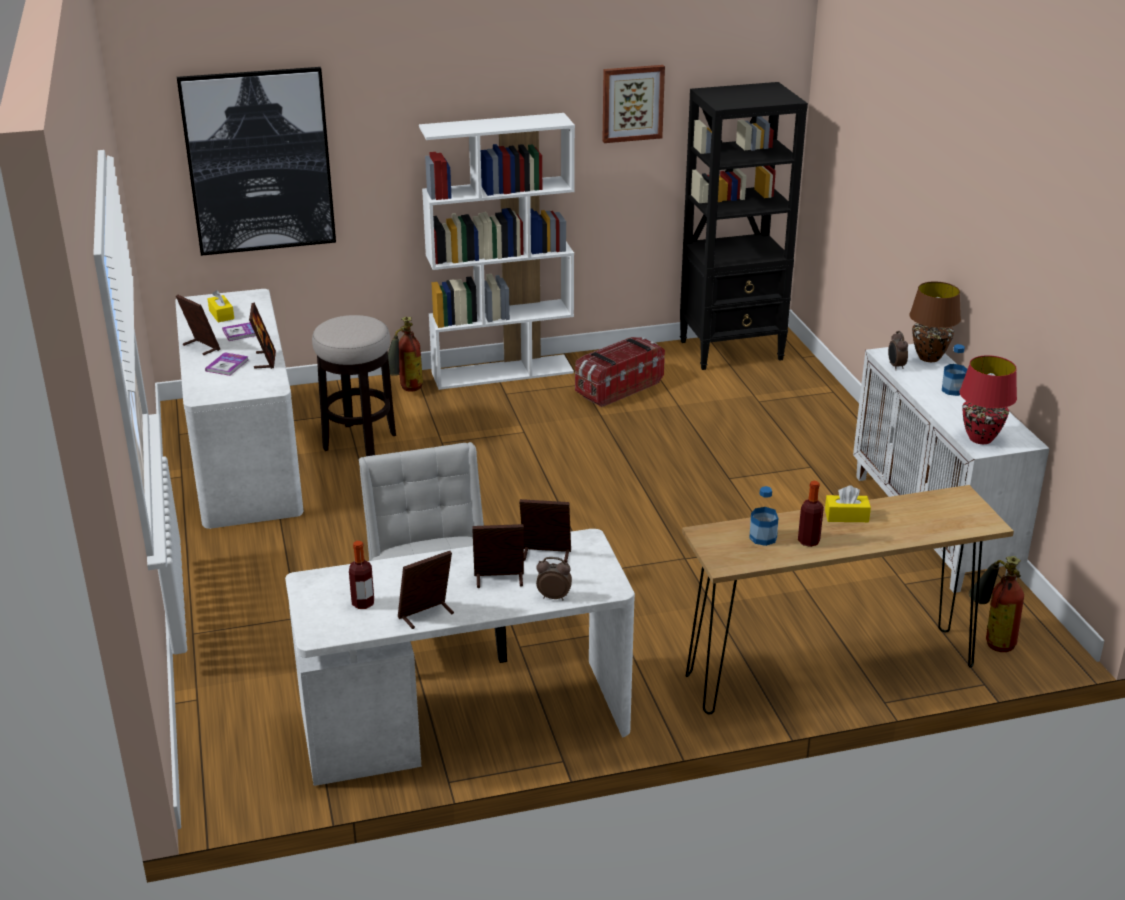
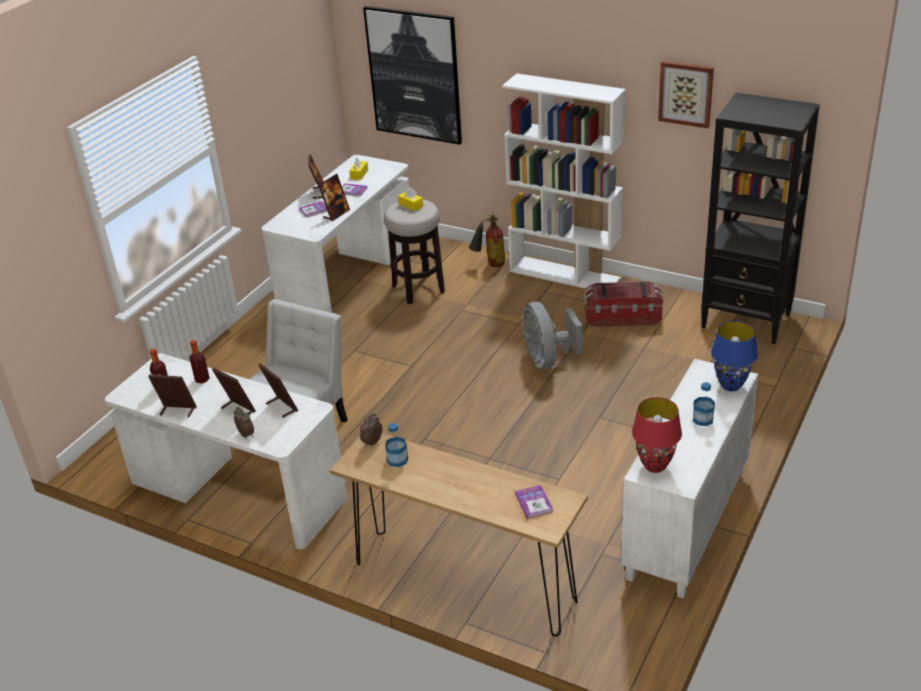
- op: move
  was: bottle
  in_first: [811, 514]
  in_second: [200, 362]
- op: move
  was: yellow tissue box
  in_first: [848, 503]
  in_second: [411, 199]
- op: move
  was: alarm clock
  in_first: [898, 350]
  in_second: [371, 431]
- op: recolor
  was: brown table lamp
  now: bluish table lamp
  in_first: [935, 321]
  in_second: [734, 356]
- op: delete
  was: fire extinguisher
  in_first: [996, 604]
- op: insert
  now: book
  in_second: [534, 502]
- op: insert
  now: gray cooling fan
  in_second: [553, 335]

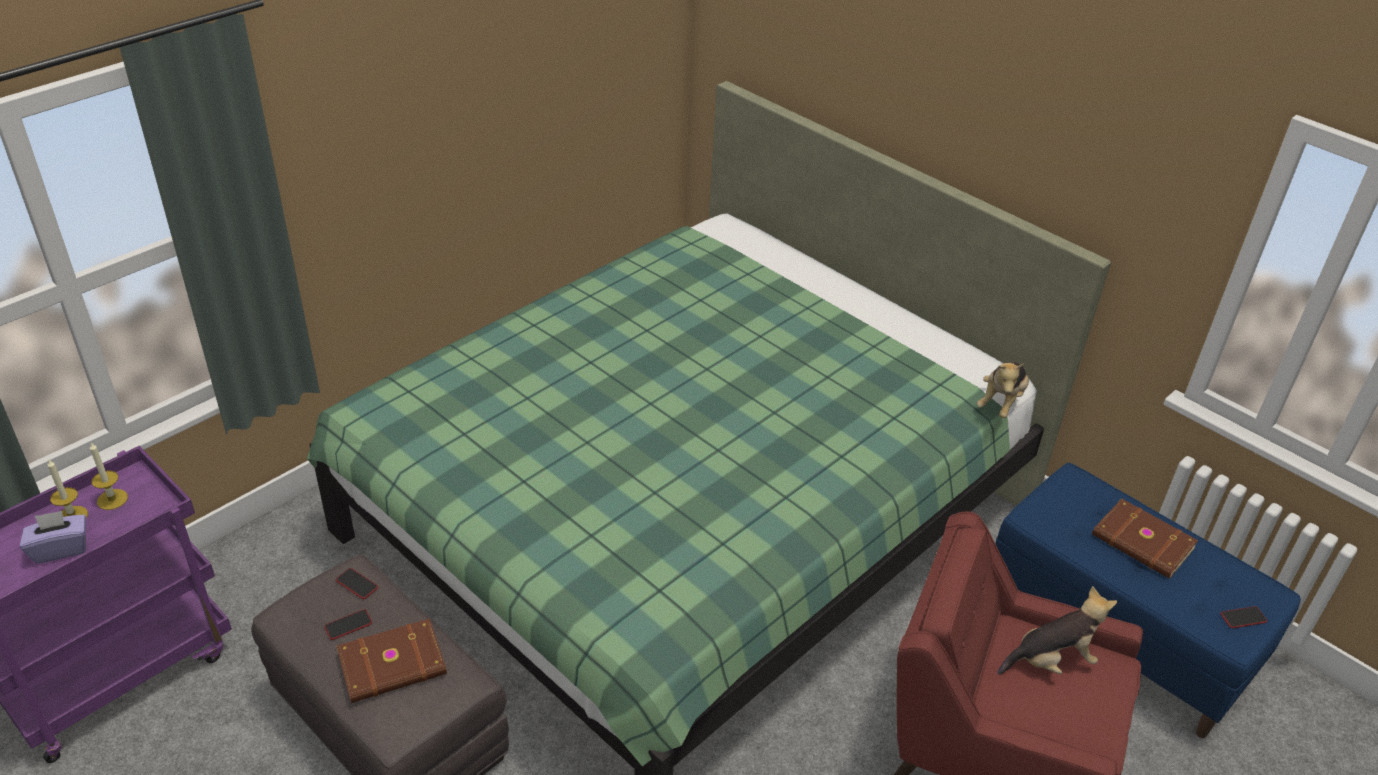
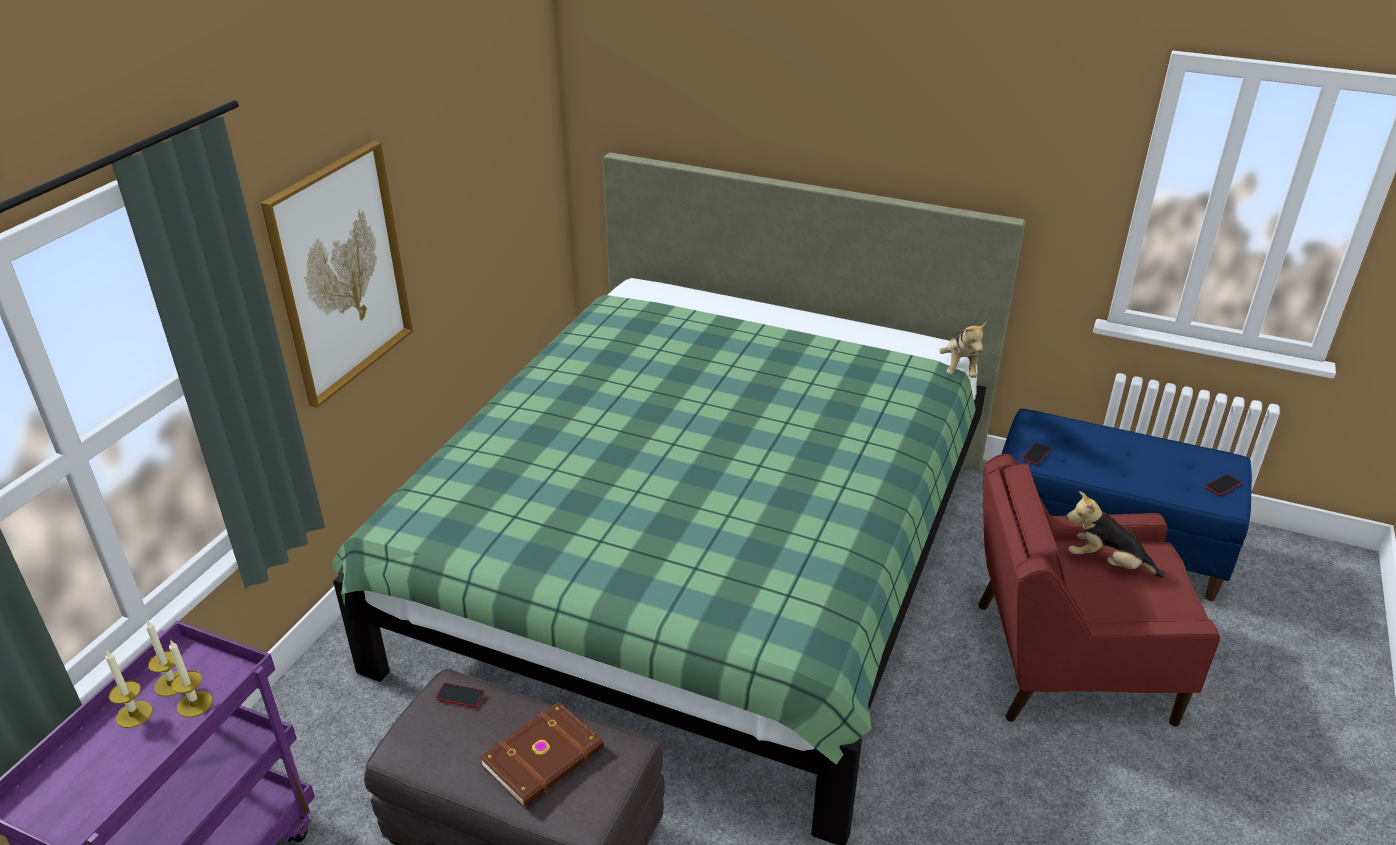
- op: delete
  was: purplish tissue box
  in_first: [53, 537]
- op: move
  was: handset
  in_first: [348, 624]
  in_second: [1036, 454]
- op: rotate
  was: cuddly toy
  in_first: [1057, 630]
  in_second: [1115, 534]
  clockwise: -120
- op: delete
  was: brown book
  in_first: [1145, 539]
- op: insert
  now: wax light
  in_second: [191, 679]
- op: insert
  now: wall picture
  in_second: [337, 274]

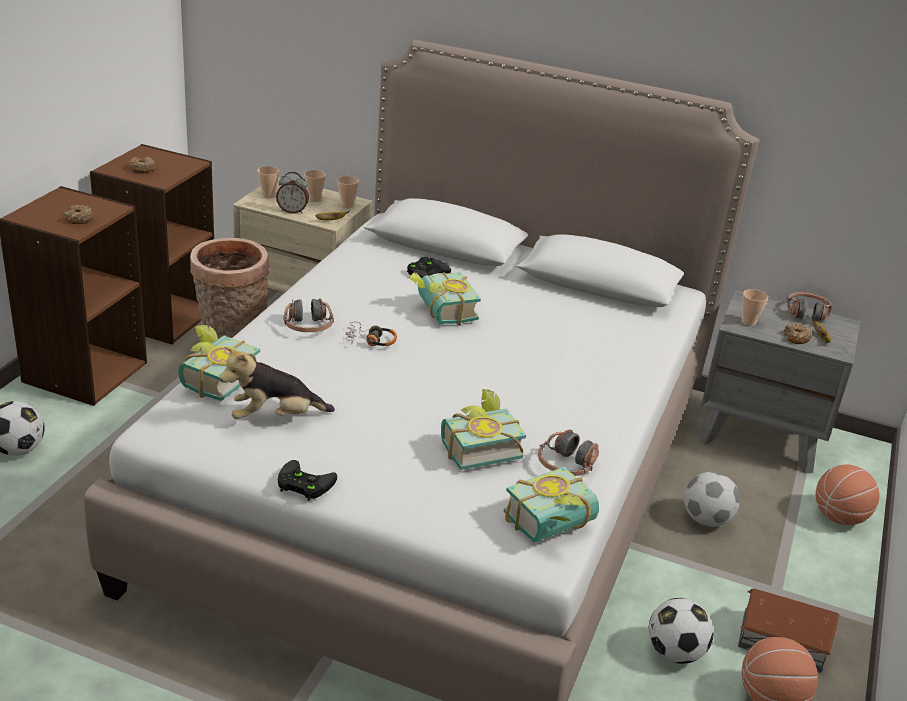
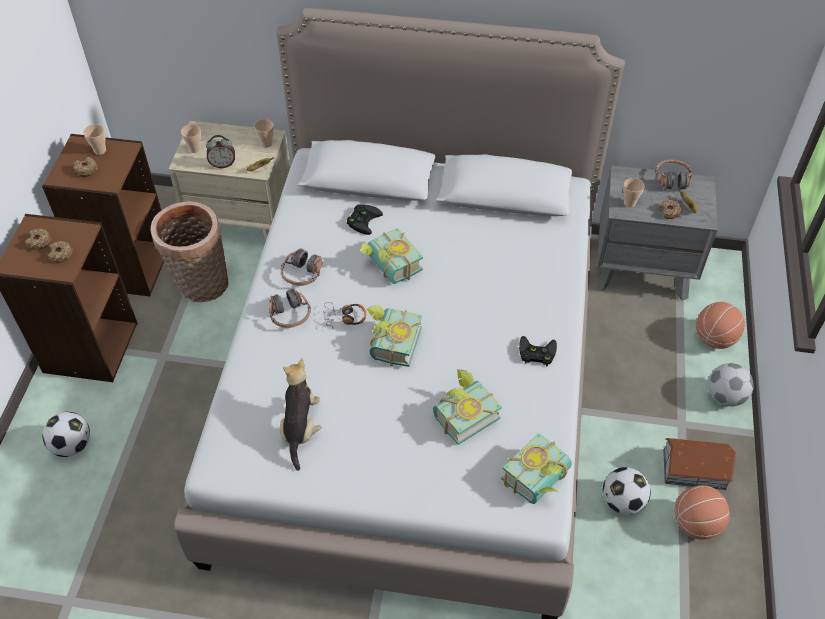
- op: move
  was: book
  in_first: [219, 363]
  in_second: [394, 336]
- op: rotate
  was: cuddly toy
  in_first: [277, 383]
  in_second: [300, 414]
  clockwise: 120
- op: move
  was: black-coloured joypad
  in_first: [307, 480]
  in_second: [538, 351]
- op: move
  was: cup
  in_first: [315, 186]
  in_second: [94, 139]
- op: move
  was: headphones
  in_first: [568, 453]
  in_second: [301, 267]
- op: move
  was: football
  in_first: [712, 499]
  in_second: [731, 384]
- op: insert
  now: ring doughnut
  in_second: [38, 239]

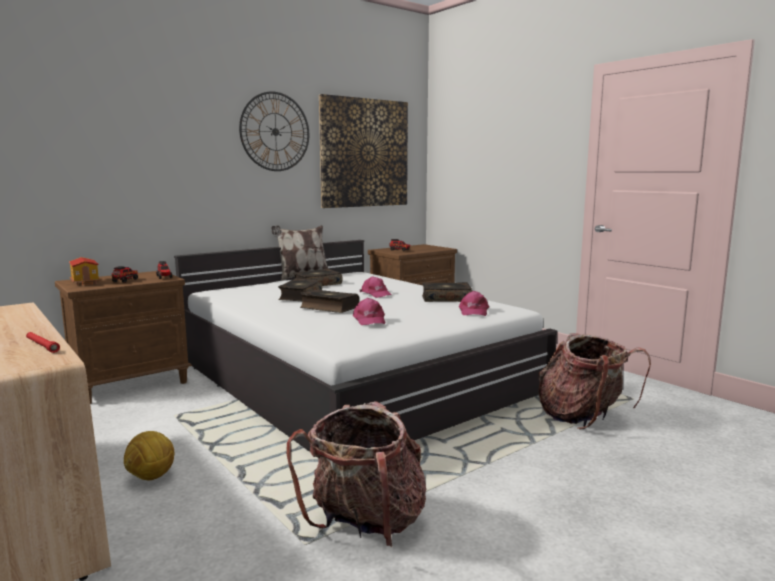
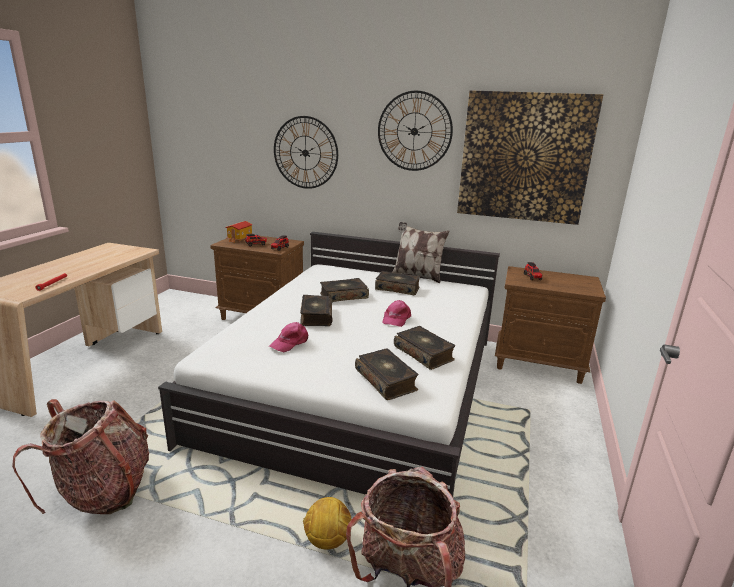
- op: move
  was: football
  in_first: [149, 455]
  in_second: [327, 523]
- op: replace
  was: pink-coloured baseball cap
  now: book
  in_first: [474, 303]
  in_second: [386, 374]
- op: insert
  now: wall clock
  in_second: [306, 152]

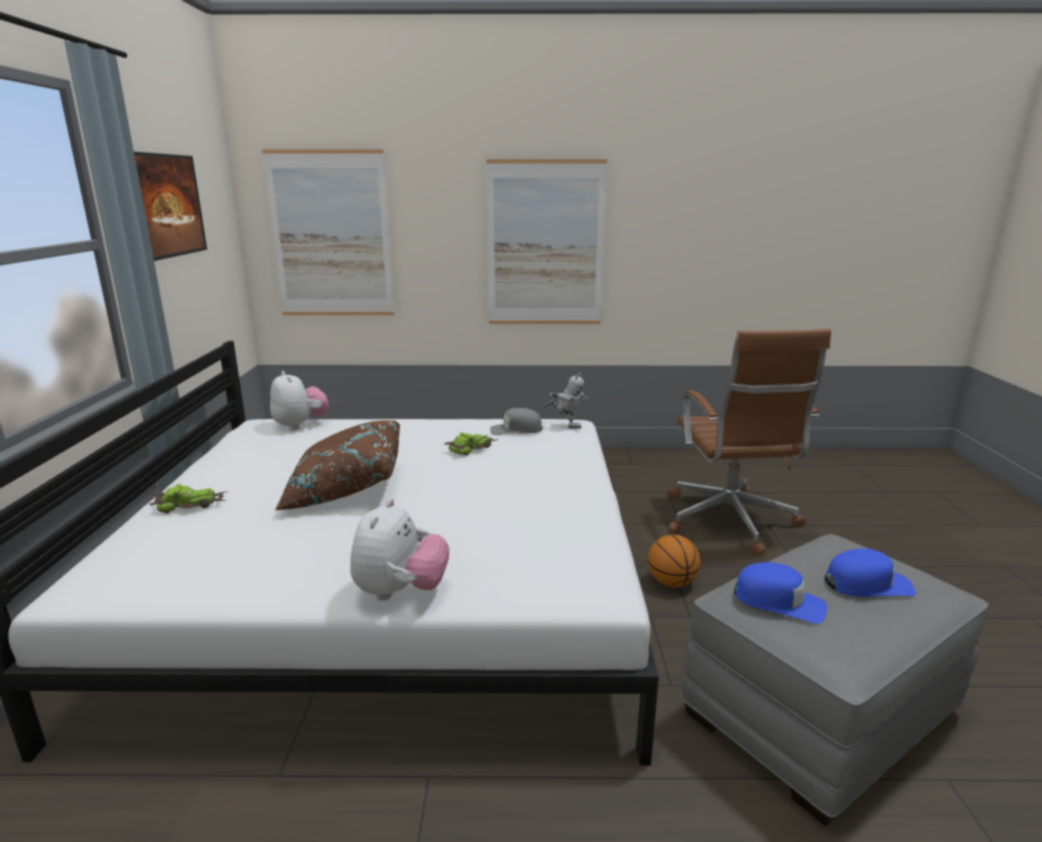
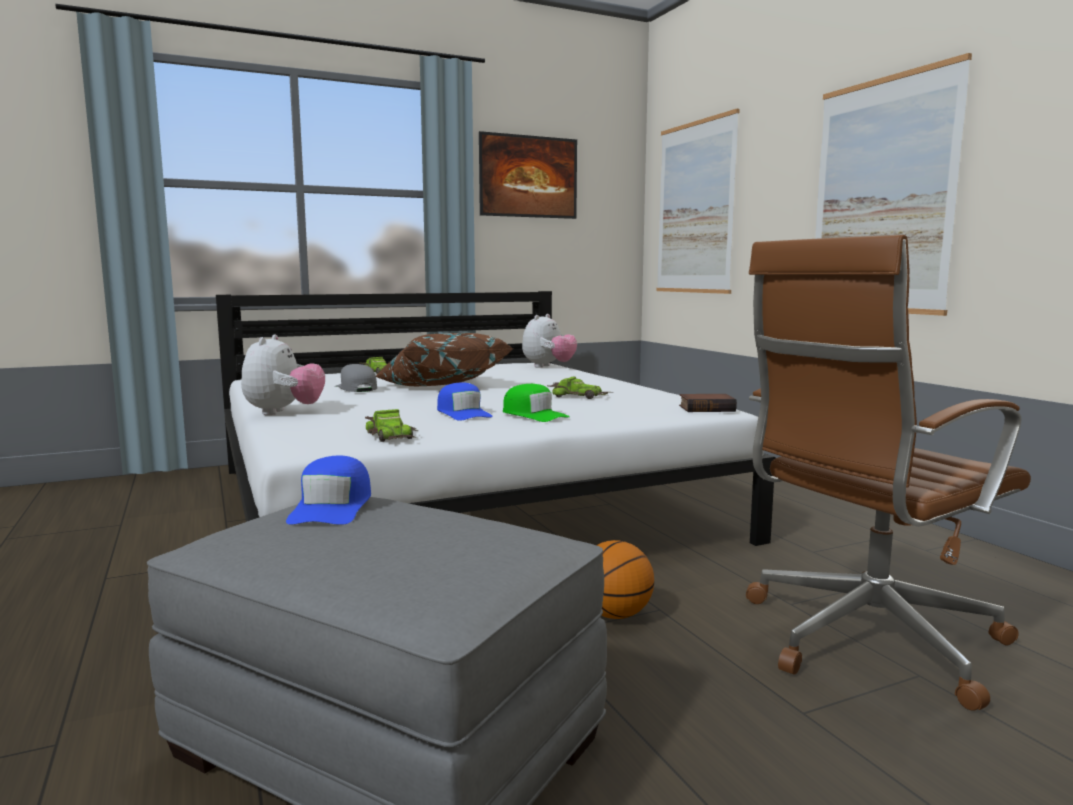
- op: rotate
  was: cuddly toy
  in_first: [399, 550]
  in_second: [283, 375]
  clockwise: -75
- op: move
  was: gray baseball cap
  in_first: [516, 421]
  in_second: [356, 378]
- op: replace
  was: robot figure
  now: book
  in_first: [565, 401]
  in_second: [708, 403]
- op: move
  was: bluish baseball cap
  in_first: [870, 573]
  in_second: [465, 401]
- op: insert
  now: miniature car
  in_second: [391, 425]
- op: insert
  now: greenish baseball cap
  in_second: [536, 403]

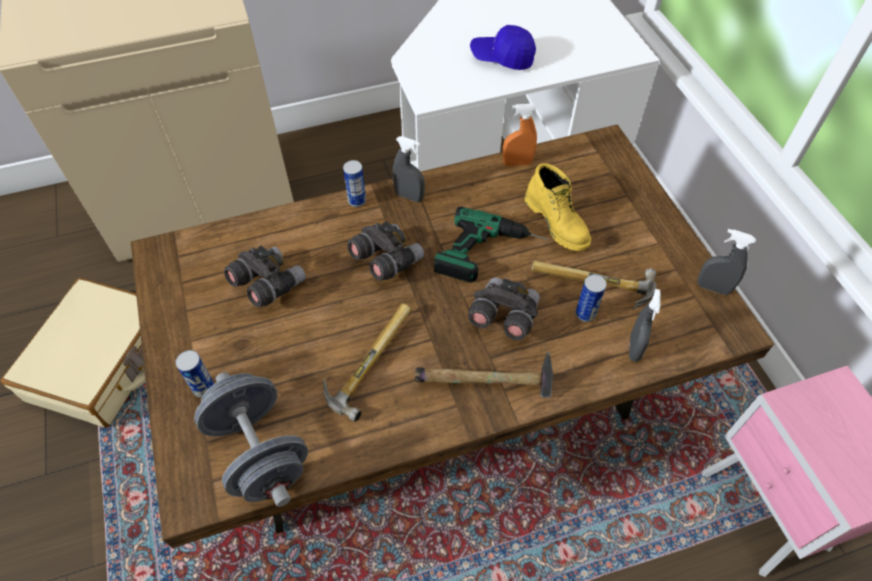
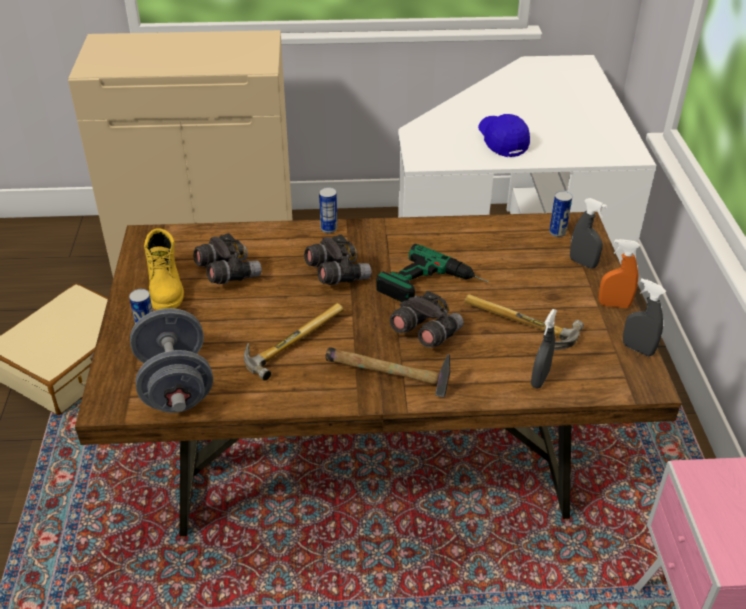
- op: move
  was: gray sprayer
  in_first: [409, 169]
  in_second: [588, 233]
- op: rotate
  was: bluish baseball cap
  in_first: [503, 47]
  in_second: [504, 135]
  clockwise: 45
- op: move
  was: orange-coloured sprayer
  in_first: [519, 135]
  in_second: [619, 273]
- op: move
  was: yellow tall boot
  in_first: [558, 207]
  in_second: [164, 269]
- op: move
  was: metal can
  in_first: [591, 298]
  in_second: [560, 214]

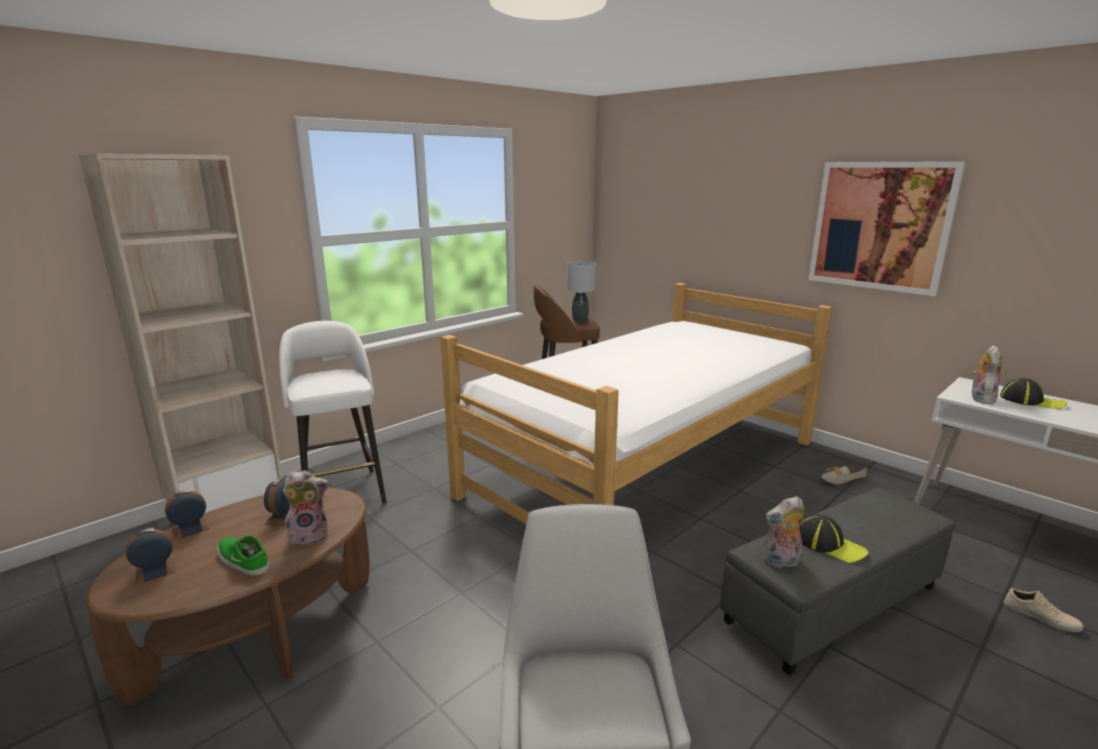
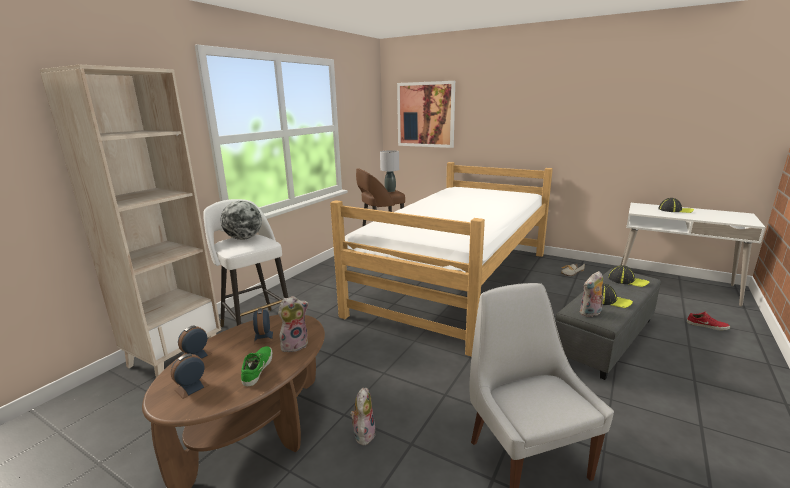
- op: rotate
  was: greenish item of footwear
  in_first: [243, 555]
  in_second: [257, 366]
  clockwise: 75
- op: move
  was: wall picture
  in_first: [886, 228]
  in_second: [426, 114]
- op: move
  was: cuddly toy
  in_first: [987, 374]
  in_second: [362, 416]
- op: recolor
  was: beige item of footwear
  now: reddish item of footwear
  in_first: [1044, 610]
  in_second: [708, 320]
- op: insert
  now: globe
  in_second: [241, 220]
- op: insert
  now: baseball cap
  in_second: [628, 276]

